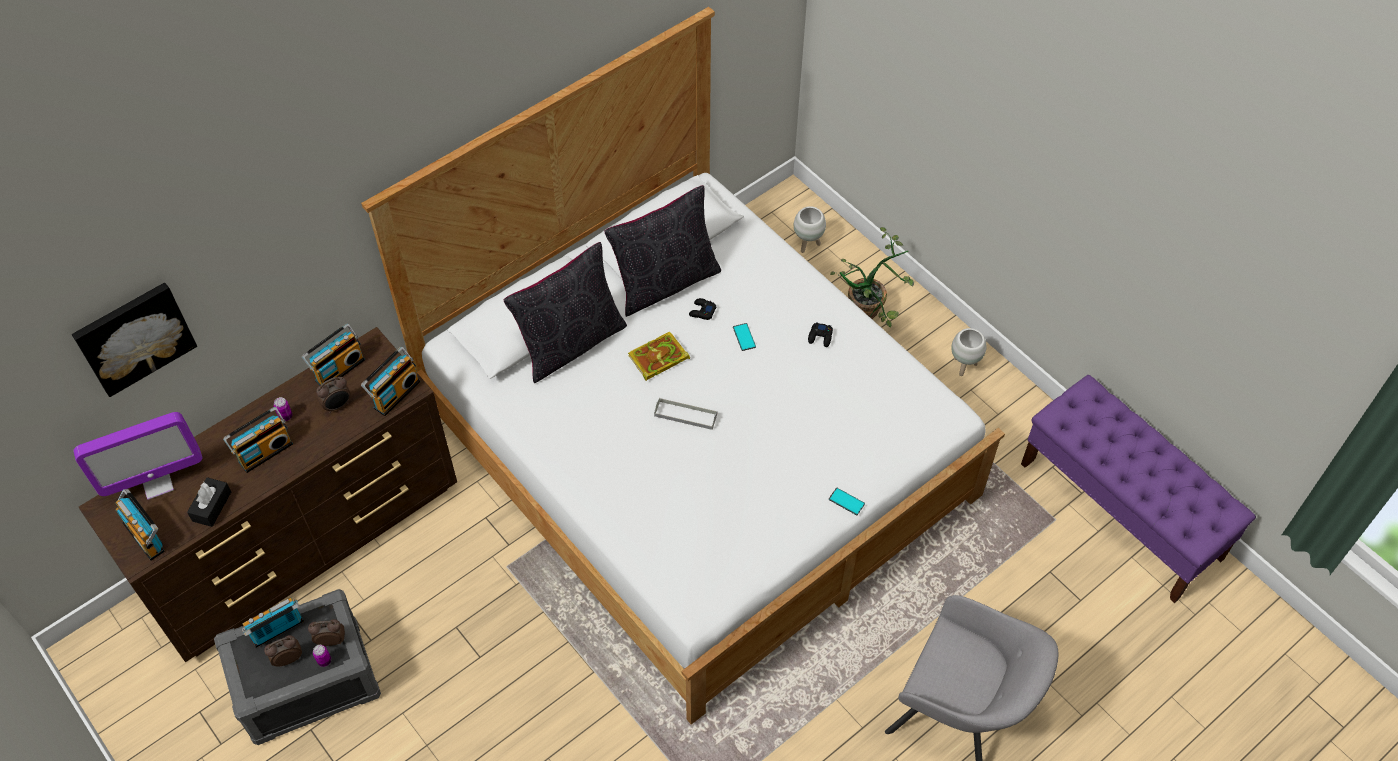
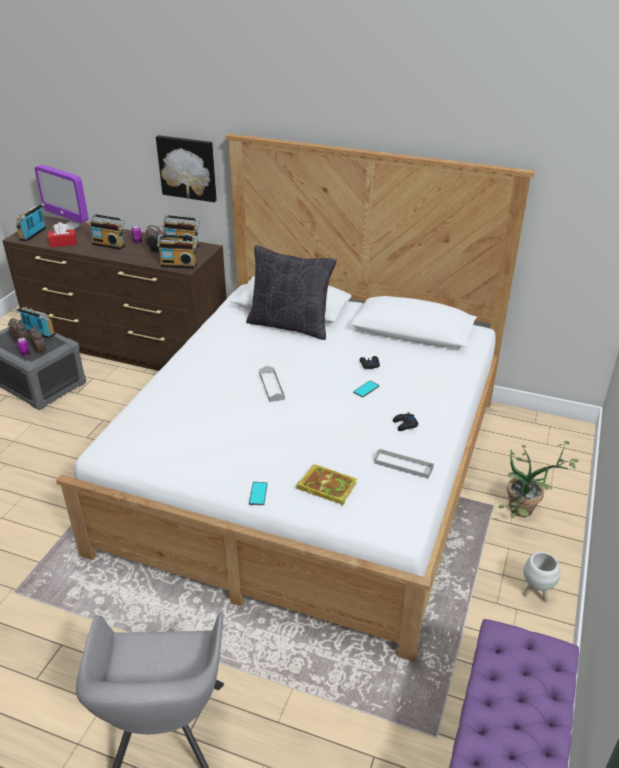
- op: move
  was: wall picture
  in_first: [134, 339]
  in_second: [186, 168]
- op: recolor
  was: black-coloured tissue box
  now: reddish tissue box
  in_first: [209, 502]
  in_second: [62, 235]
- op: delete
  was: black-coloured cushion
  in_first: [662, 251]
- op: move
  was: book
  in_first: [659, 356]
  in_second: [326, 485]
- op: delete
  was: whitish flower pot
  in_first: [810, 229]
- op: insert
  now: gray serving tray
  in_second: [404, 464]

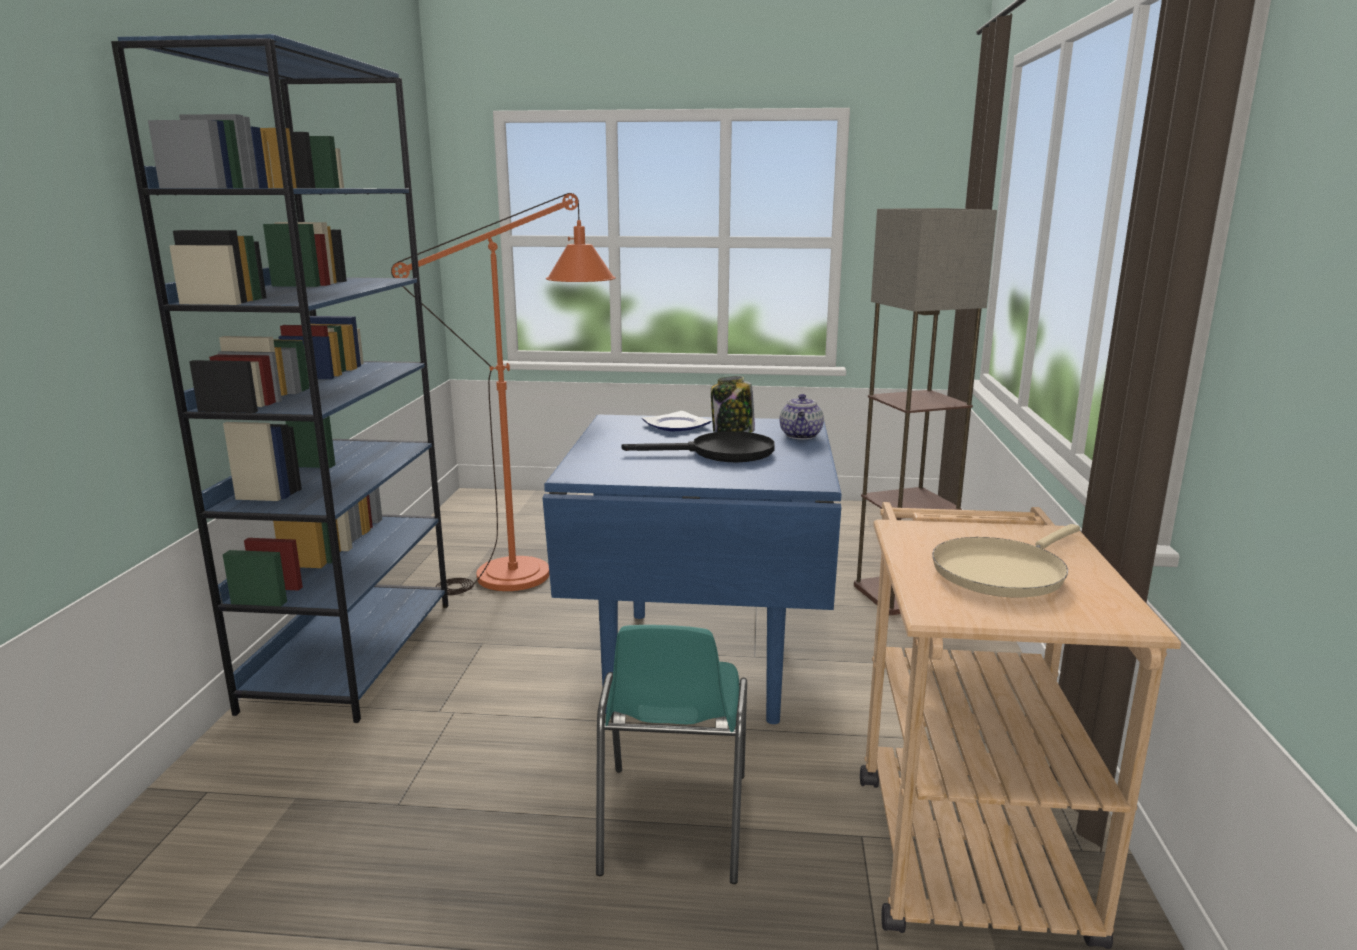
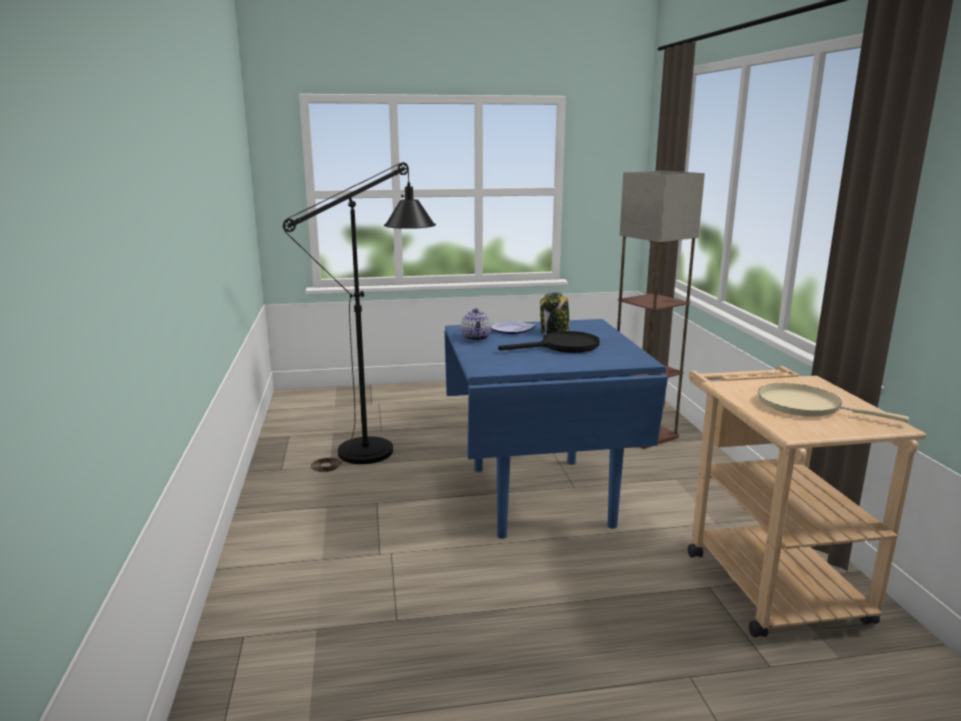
- op: delete
  was: bluish bookshelf
  in_first: [279, 378]
- op: recolor
  was: orange-coloured standard lamp
  now: black-coloured standard lamp
  in_first: [503, 394]
  in_second: [359, 317]
- op: delete
  was: turquoise plain chair
  in_first: [671, 754]
- op: move
  was: teapot
  in_first: [801, 416]
  in_second: [476, 324]
- op: rotate
  was: beige frying pan
  in_first: [1006, 561]
  in_second: [833, 402]
  clockwise: 90

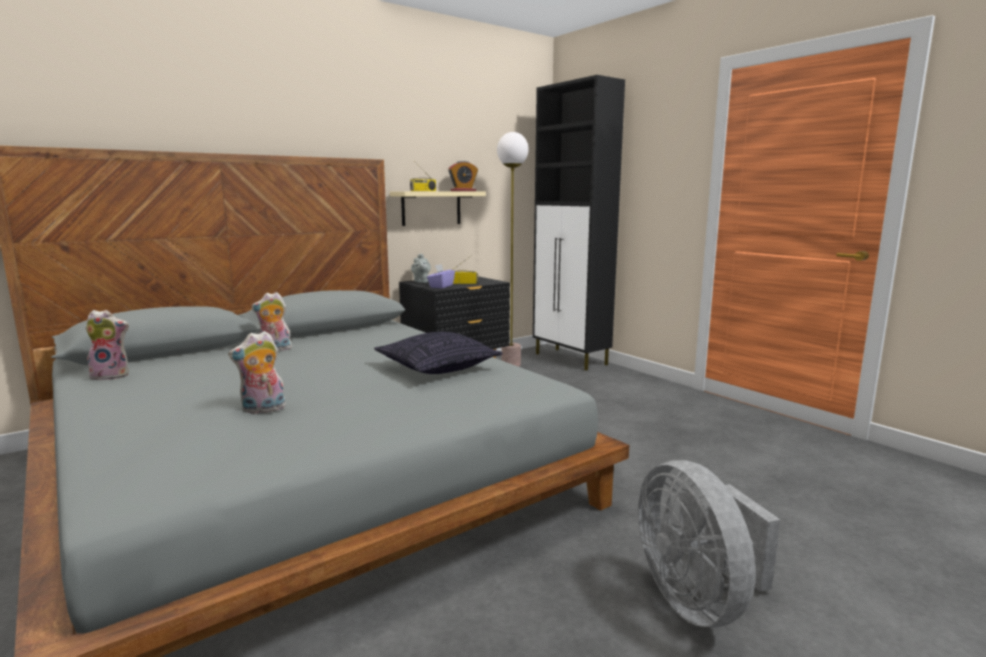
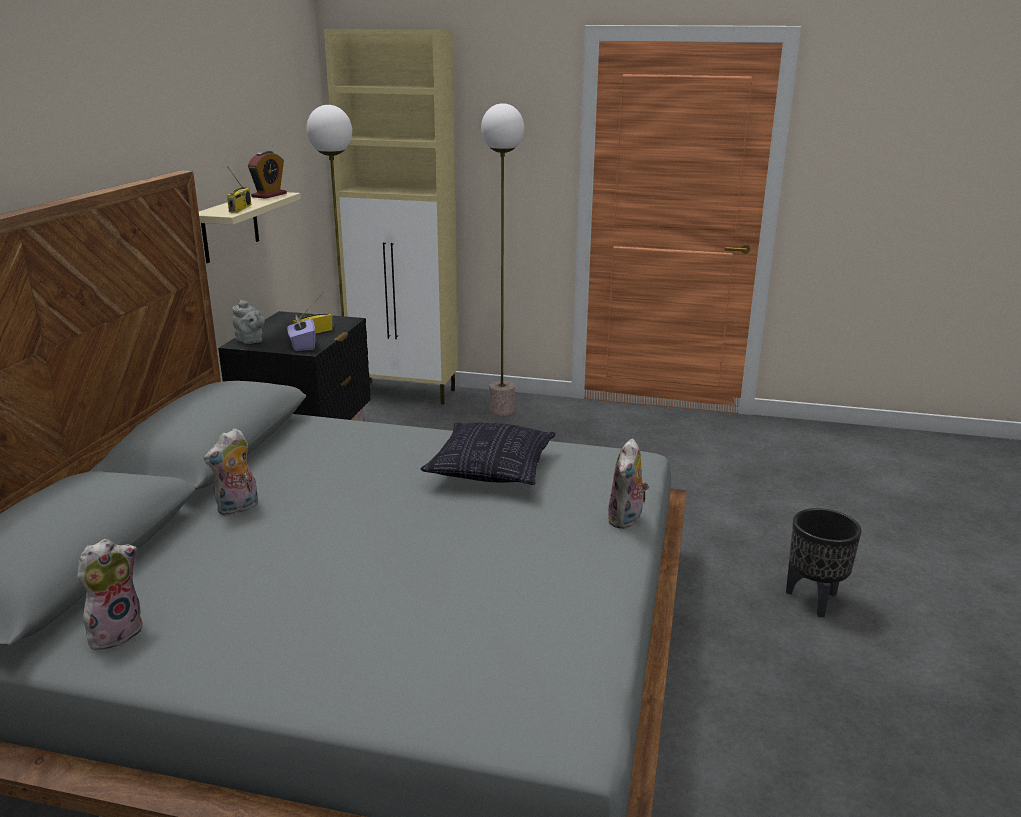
- op: move
  was: cuddly toy
  in_first: [257, 372]
  in_second: [628, 483]
- op: recolor
  was: black-coloured cabinet
  now: beige cabinet
  in_first: [579, 222]
  in_second: [391, 217]
- op: replace
  was: gray cooling fan
  now: black-coloured flower pot
  in_first: [709, 544]
  in_second: [823, 562]
- op: insert
  now: standard lamp
  in_second: [502, 259]

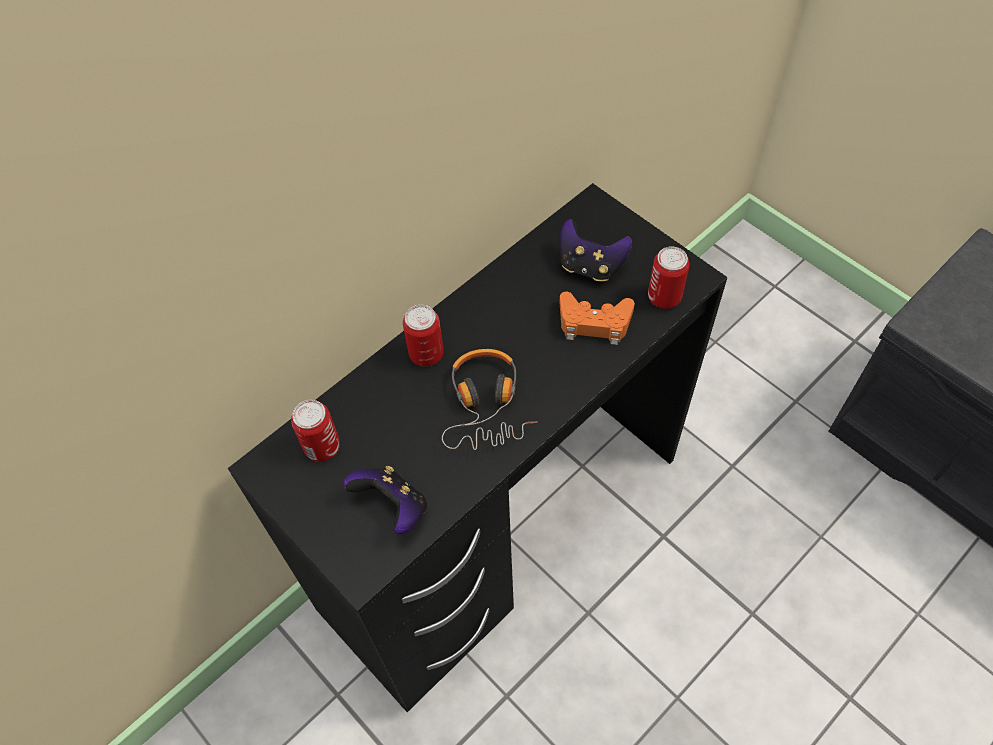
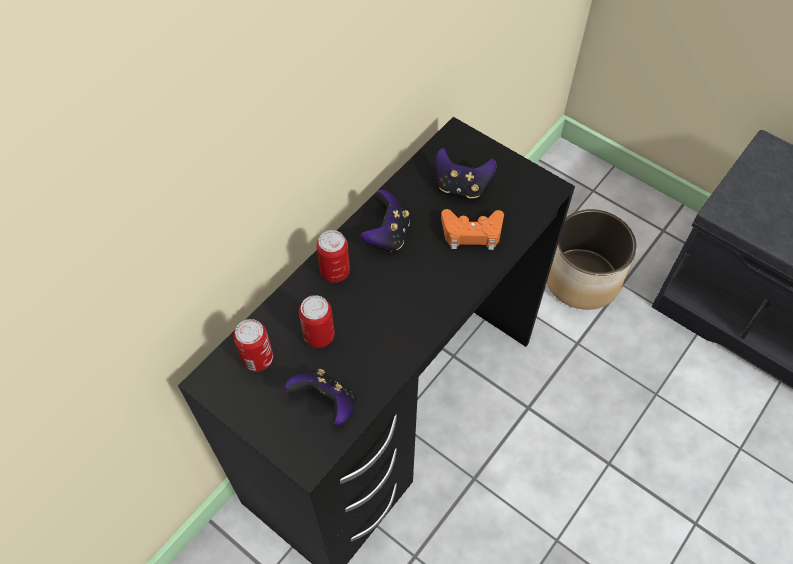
- op: delete
  was: headphones
  in_first: [490, 399]
- op: move
  was: metal can
  in_first: [669, 277]
  in_second: [317, 321]
- op: insert
  now: joypad
  in_second: [385, 221]
- op: insert
  now: flower pot
  in_second: [592, 259]

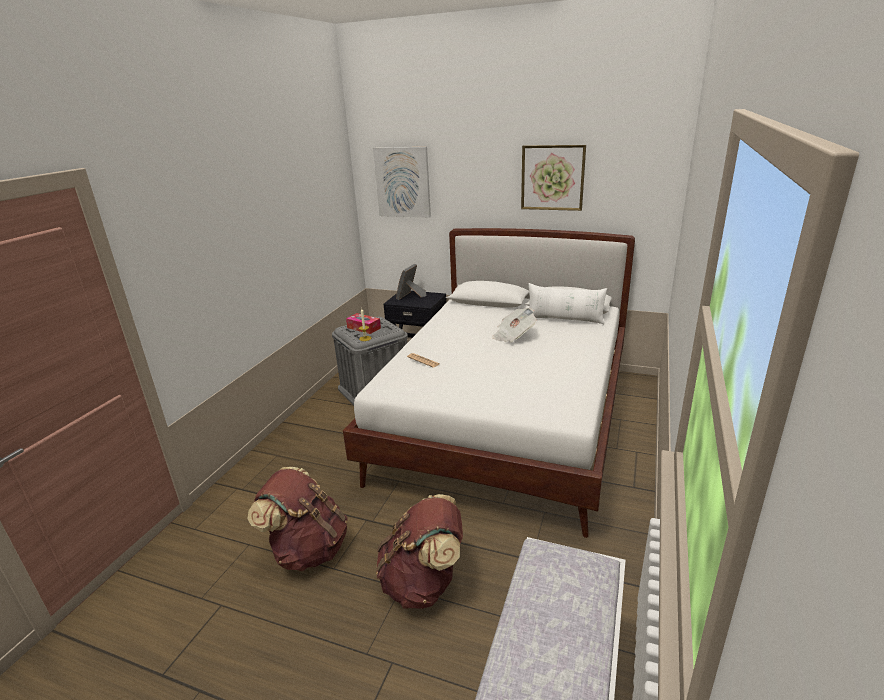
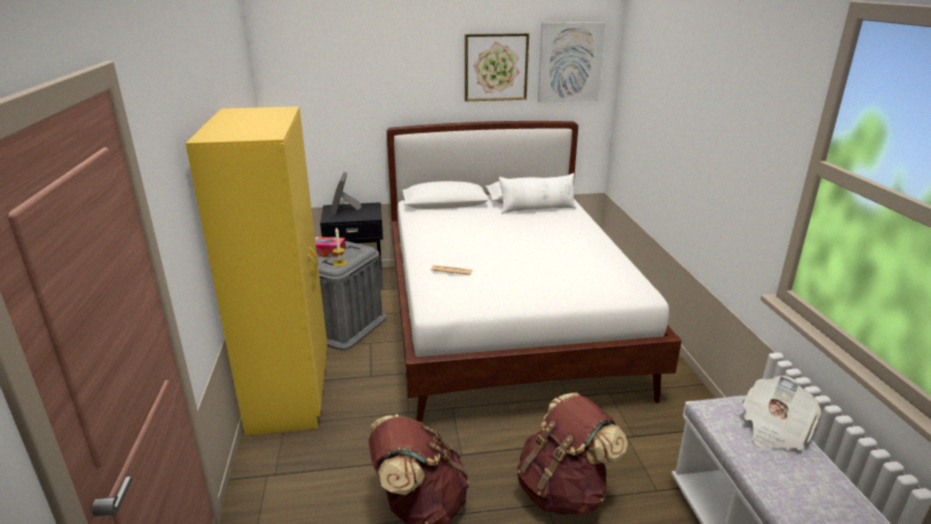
- op: move
  was: wall picture
  in_first: [402, 182]
  in_second: [572, 62]
- op: move
  was: daily paper
  in_first: [514, 325]
  in_second: [781, 413]
- op: insert
  now: yellow armoire
  in_second: [256, 270]

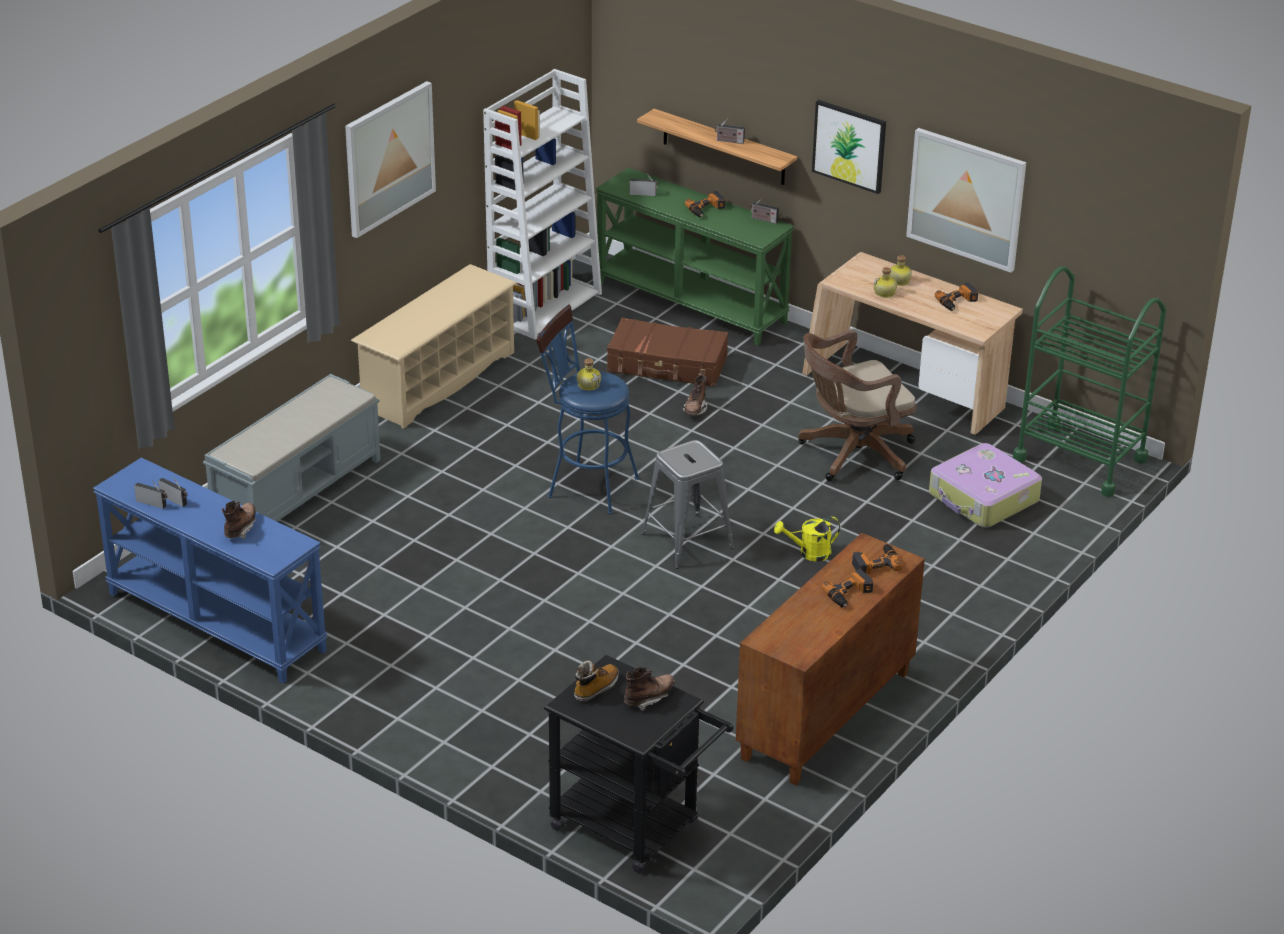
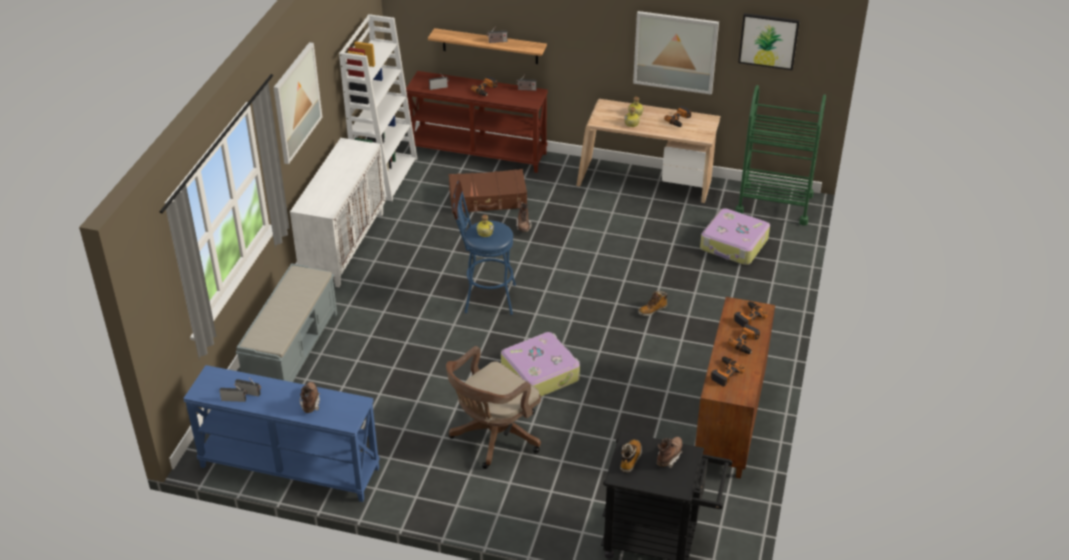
- op: replace
  was: beige shoe rack
  now: whitish cabinet
  in_first: [434, 346]
  in_second: [338, 213]
- op: recolor
  was: greenish hall table
  now: brown hall table
  in_first: [695, 257]
  in_second: [477, 122]
- op: delete
  was: gray stool seat
  in_first: [687, 504]
- op: replace
  was: yellow sprinkling can
  now: tall boot
  in_first: [807, 539]
  in_second: [653, 303]
- op: move
  was: brown computer chair
  in_first: [857, 405]
  in_second: [493, 407]
- op: move
  was: wall picture
  in_first: [849, 147]
  in_second: [769, 41]
- op: insert
  now: suitcase
  in_second: [540, 364]
- op: insert
  now: power drill
  in_second: [728, 371]

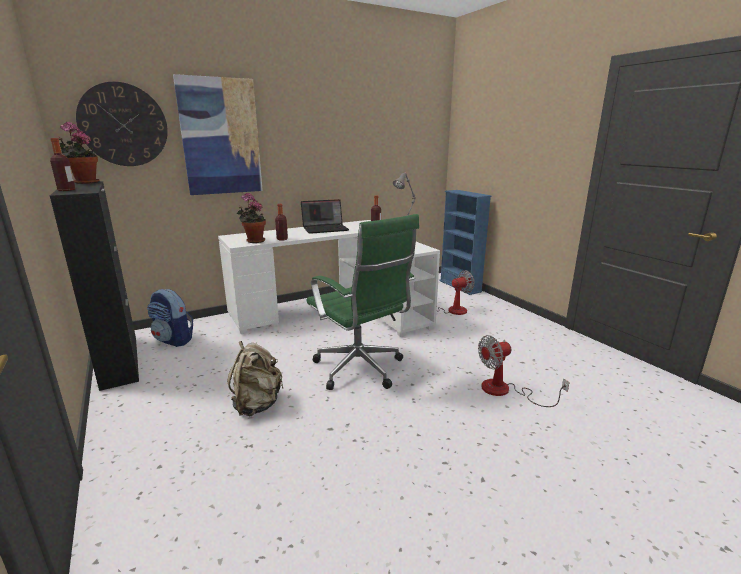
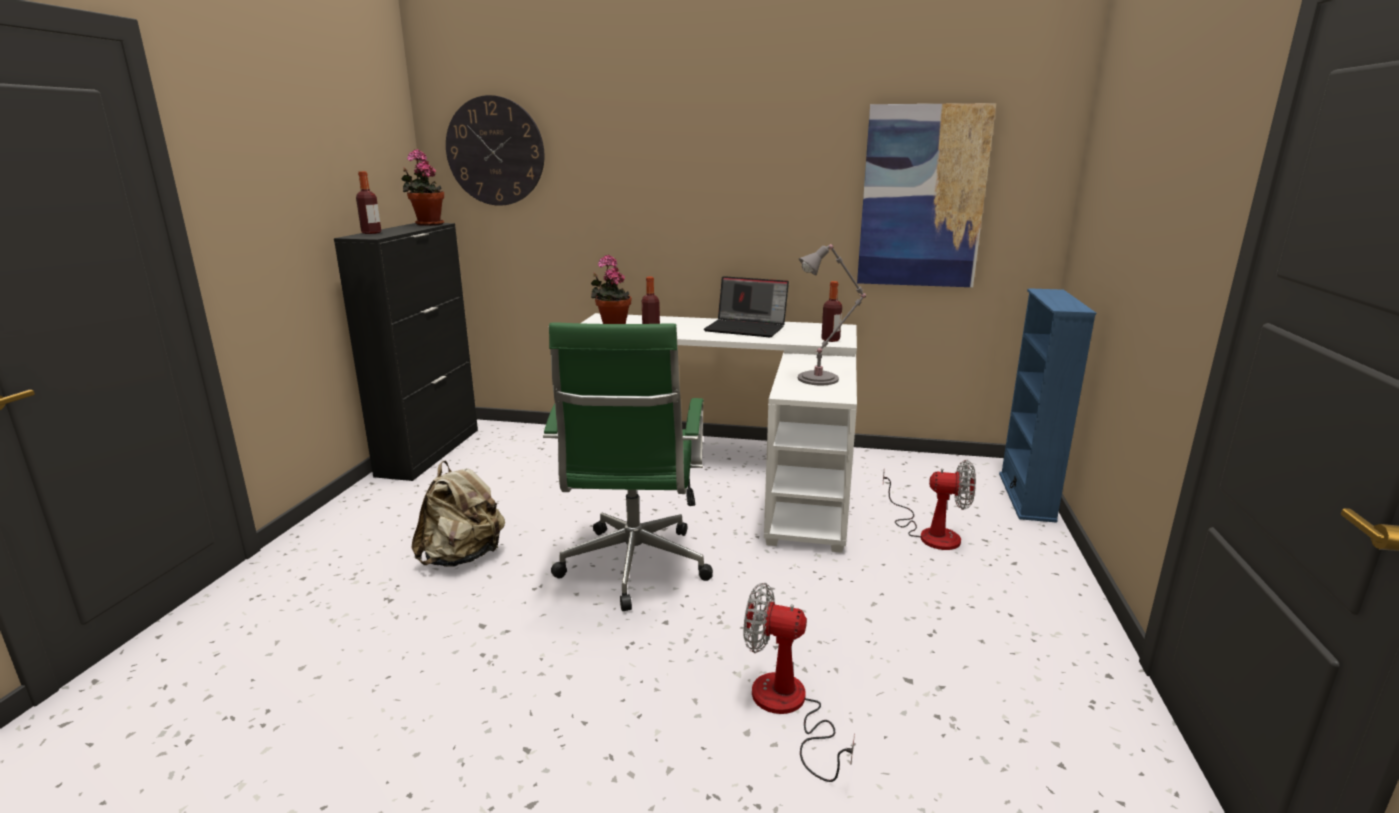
- op: delete
  was: backpack
  in_first: [170, 318]
- op: move
  was: wall picture
  in_first: [218, 134]
  in_second: [926, 195]

